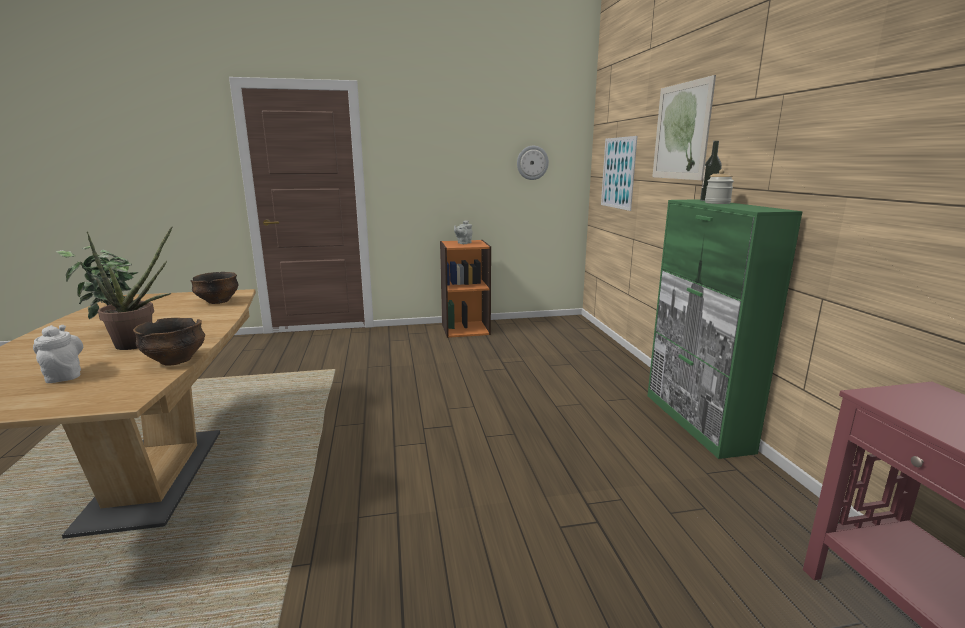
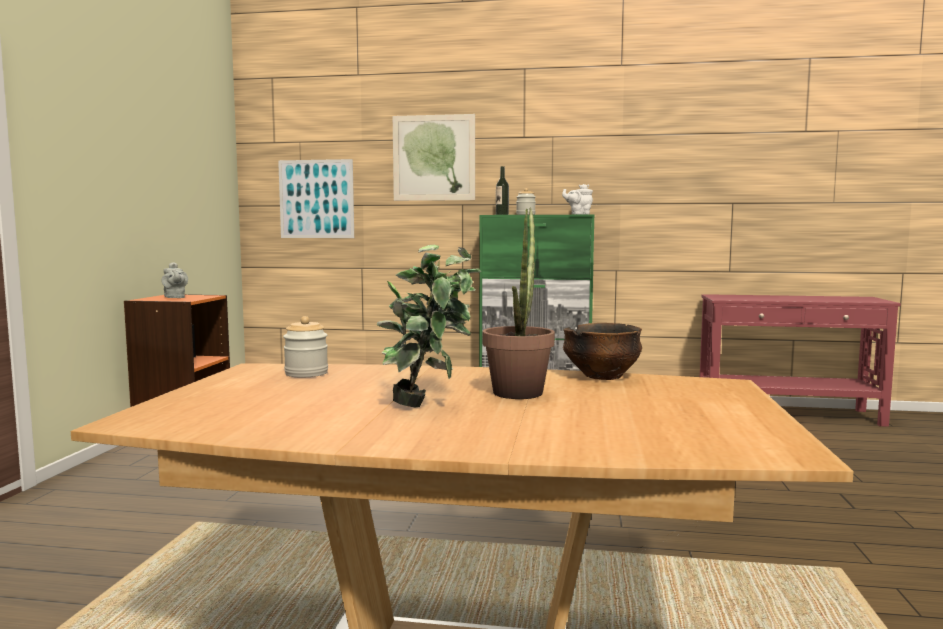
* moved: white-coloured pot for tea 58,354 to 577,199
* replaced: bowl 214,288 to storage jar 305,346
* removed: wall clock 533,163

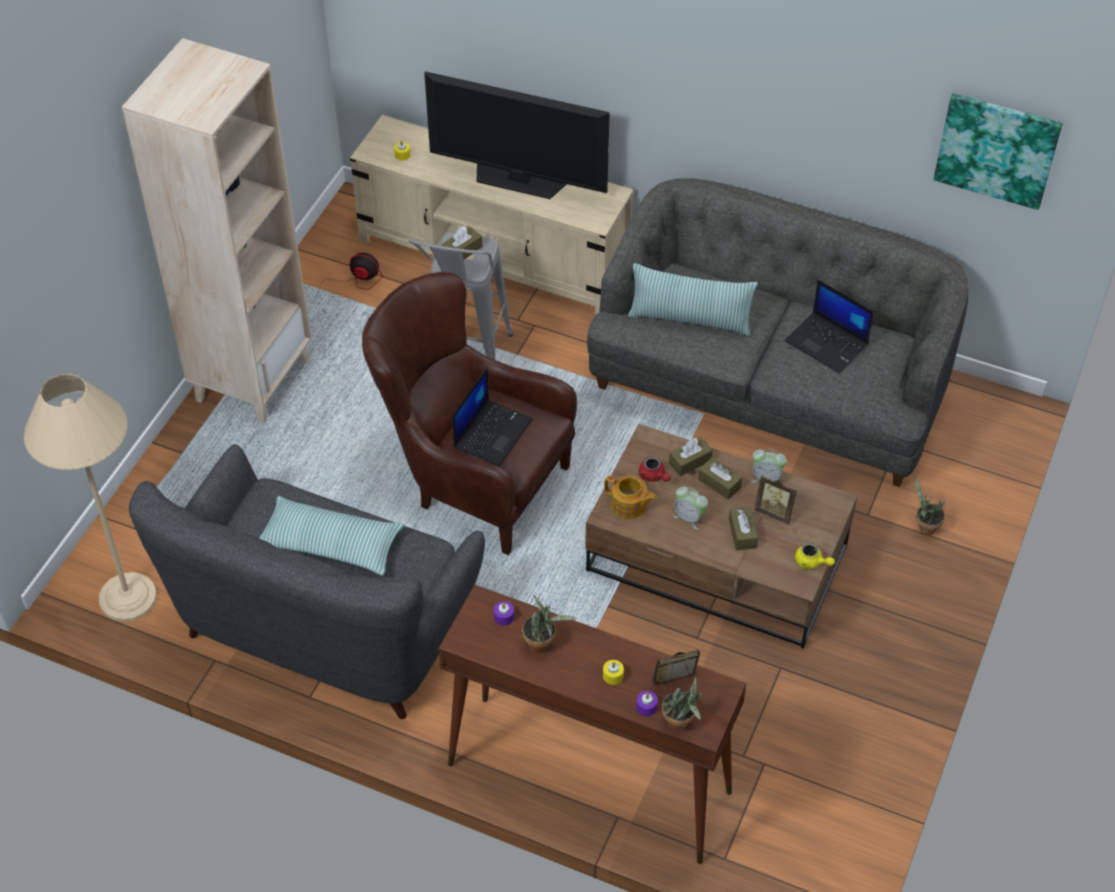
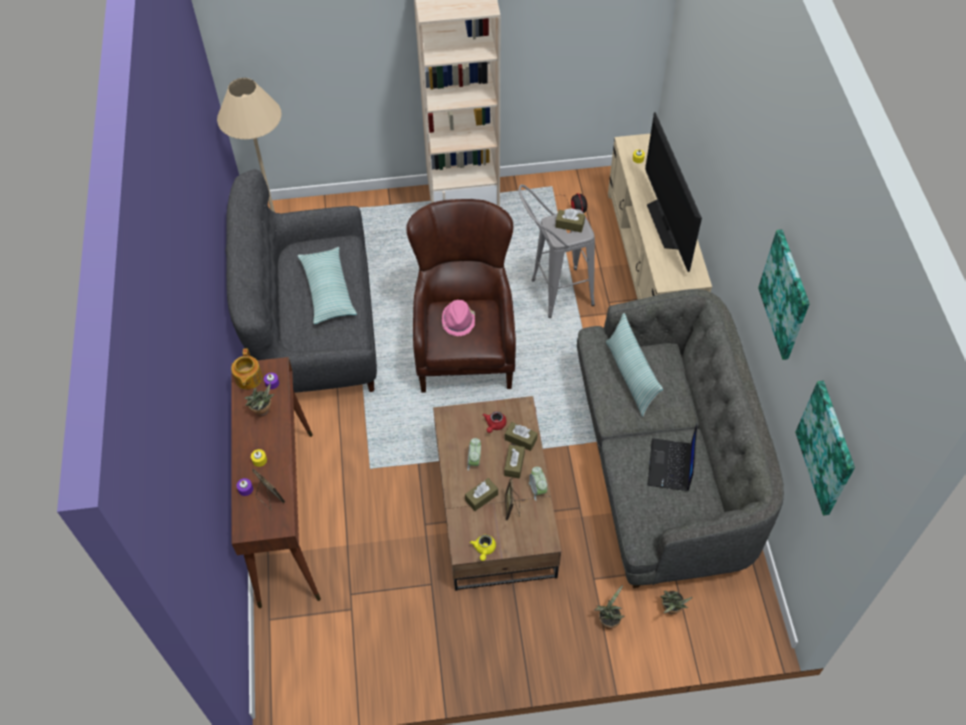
* replaced: notebook computer 492,417 to pinkish hat 458,318
* moved: pot for tea 630,498 to 247,368
* moved: plant in a pot 682,703 to 676,602
* added: wall picture 784,294

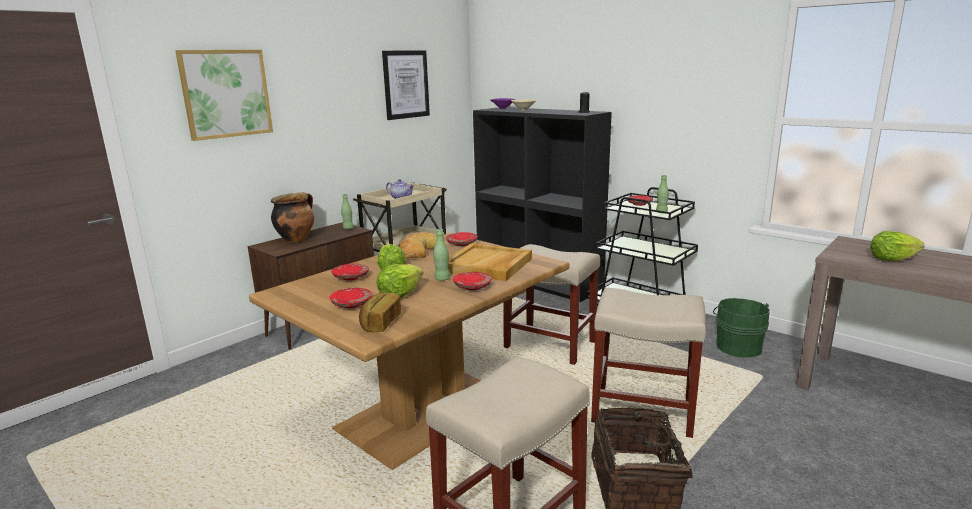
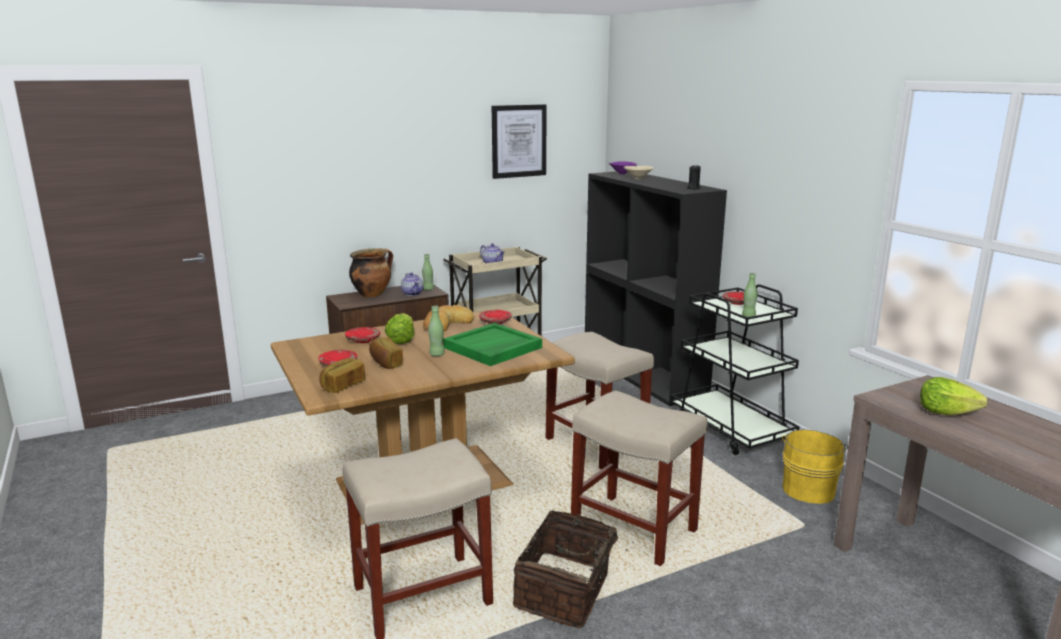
* removed: wall picture 224,95
* replaced: lettuce head 400,281 to bakery bread 386,353
* recoloured: sand-coloured carrying tray 490,262 to green-coloured carrying tray 492,344
* removed: red-coloured dinner plate 472,281
* recoloured: green-coloured pail 741,327 to yellow-coloured pail 815,466
* added: pot for tea 412,284

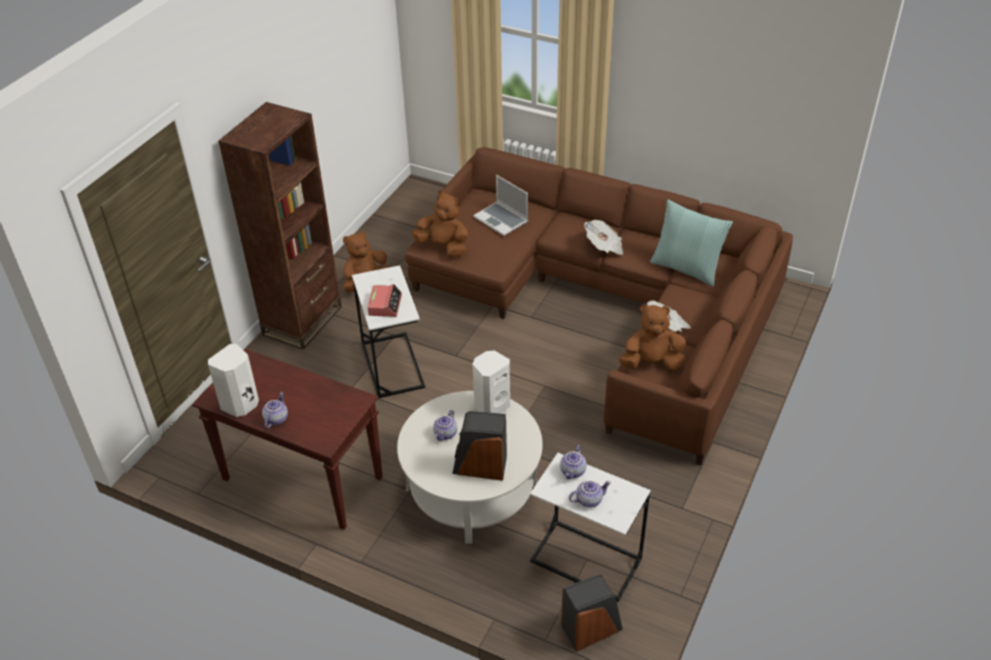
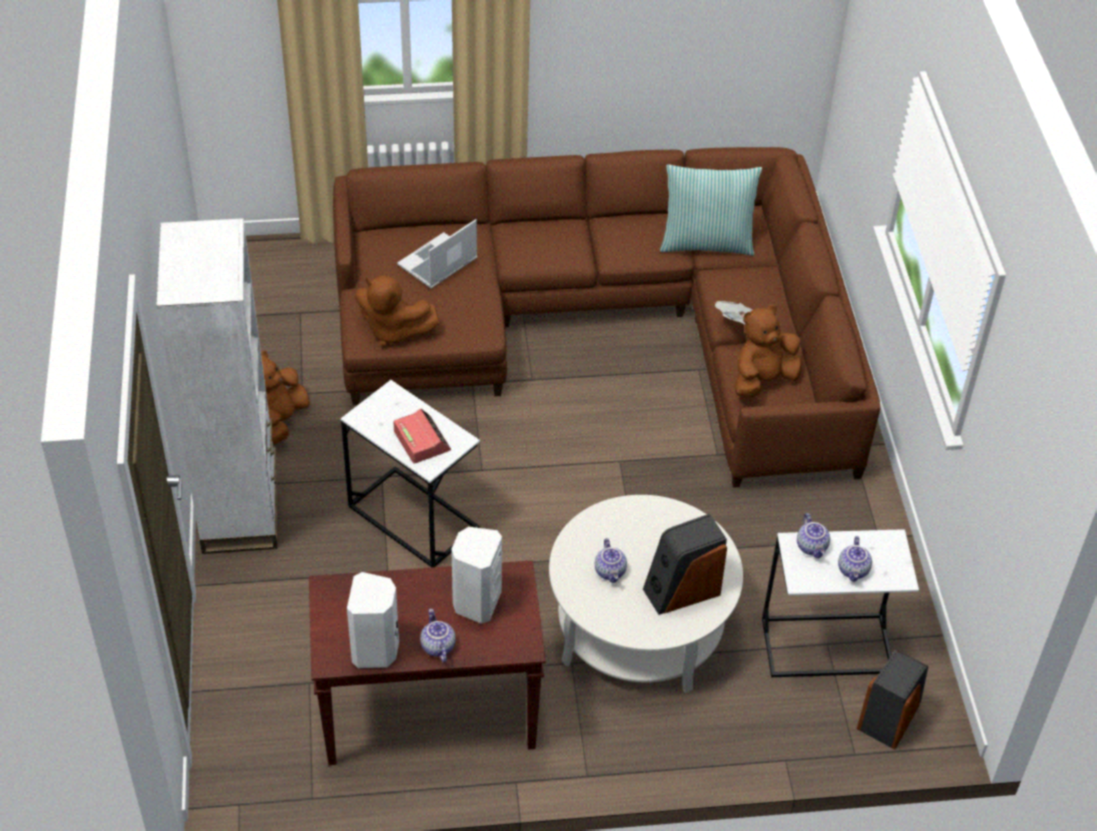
* recoloured: brown-coloured bookshelf 280,226 to white-coloured bookshelf 216,386
* turned: brown-coloured cuddly toy 440,224 = 397,311 150 degrees counterclockwise
* turned: notebook computer 500,205 = 437,253 120 degrees clockwise
* moved: white-coloured speaker 491,381 to 476,575
* turned: pot for tea 590,494 = 855,559 150 degrees clockwise
* removed: newspaper 603,237

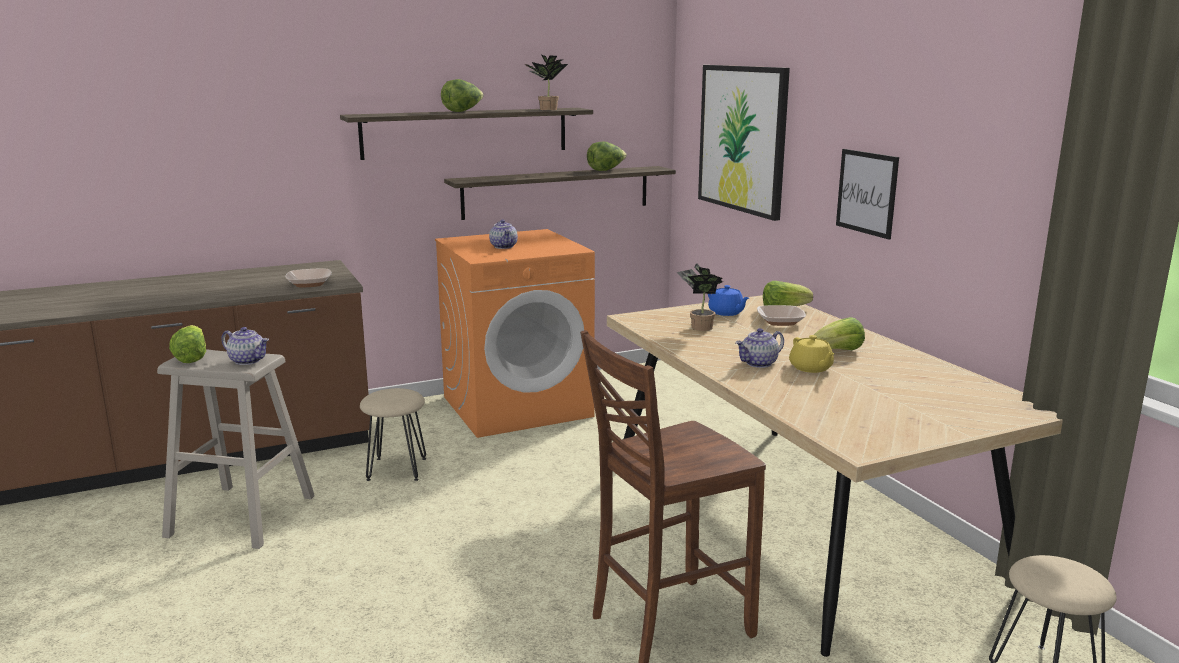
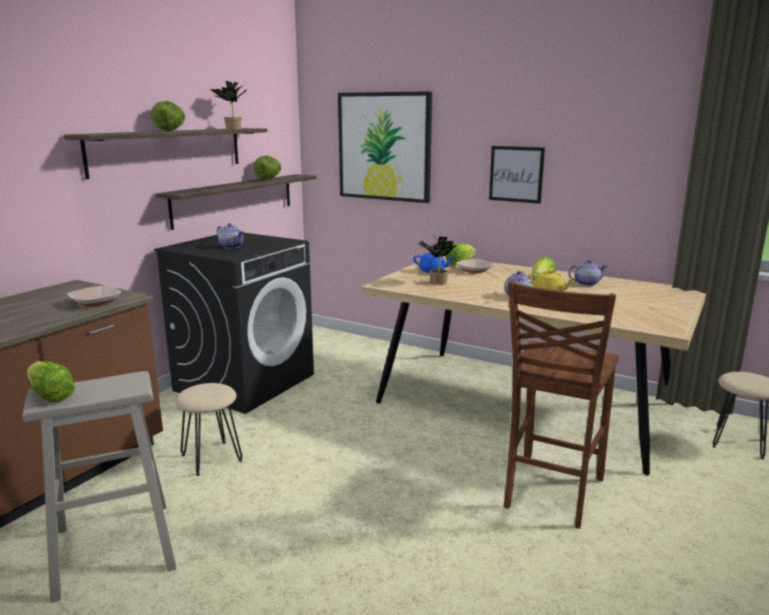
* moved: pot for tea 245,346 to 588,273
* recoloured: orangey laundry machine 515,333 to blackish laundry machine 234,323

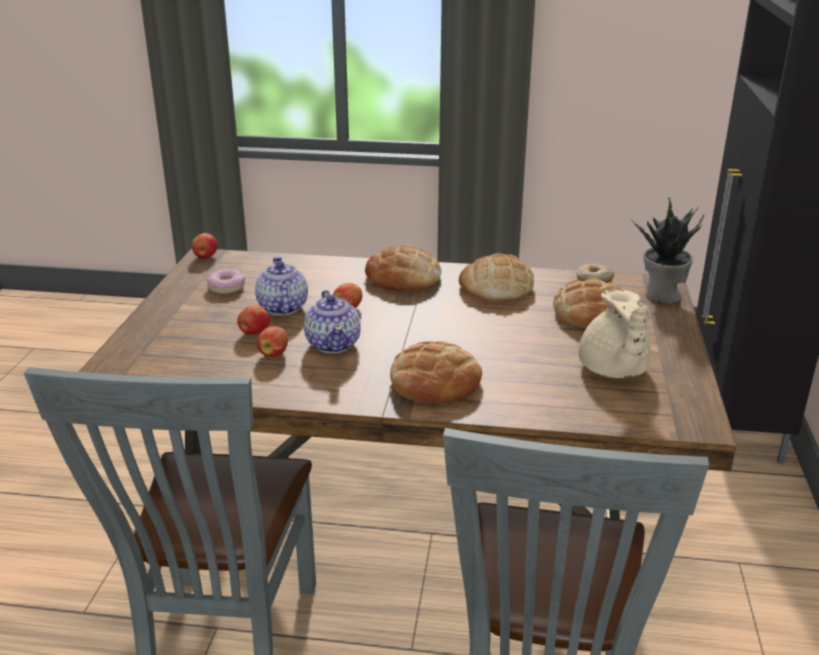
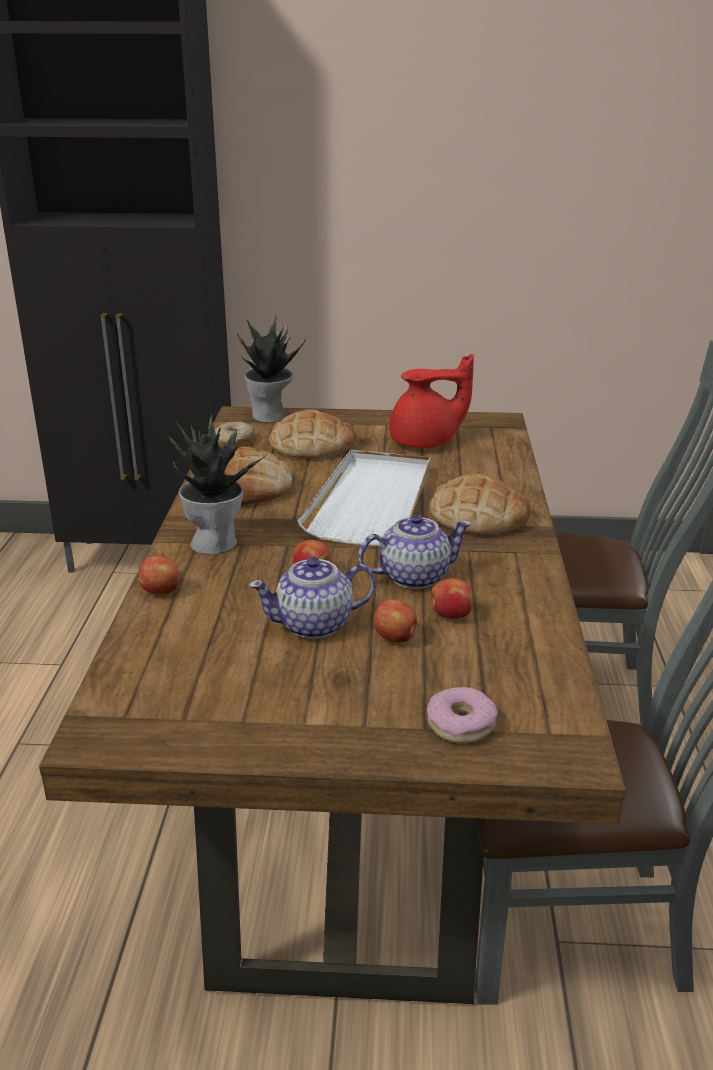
* moved: whole apple 205,245 to 159,575
* moved: donut 226,281 to 462,715
* replaced: bakery bread 403,268 to plant in a pot 216,484
* recoloured: sand-coloured pot for tea 615,333 to red-coloured pot for tea 431,401
* added: white-coloured carrying tray 363,498

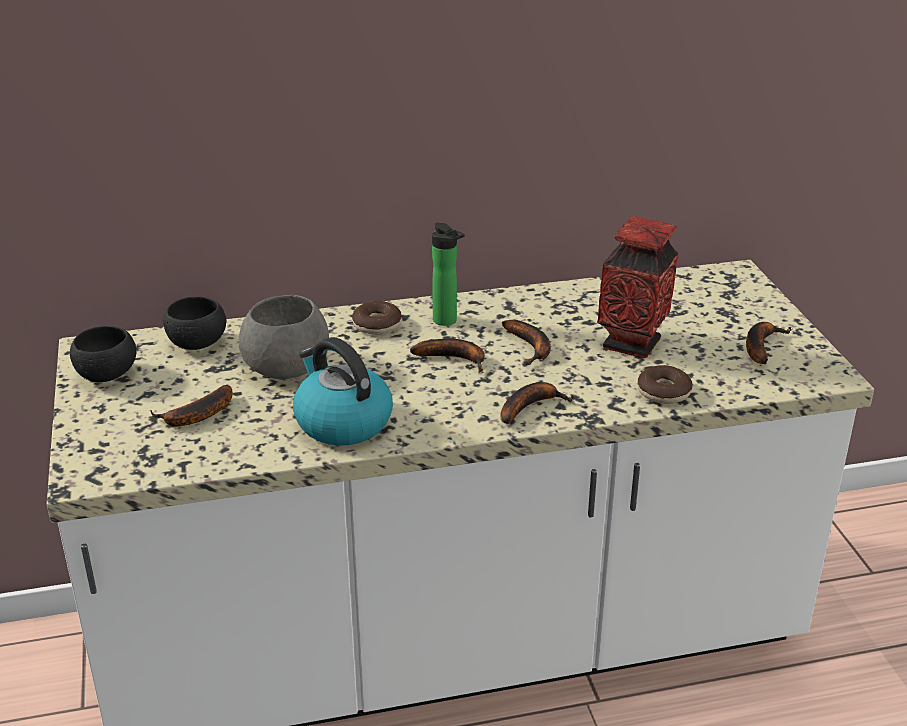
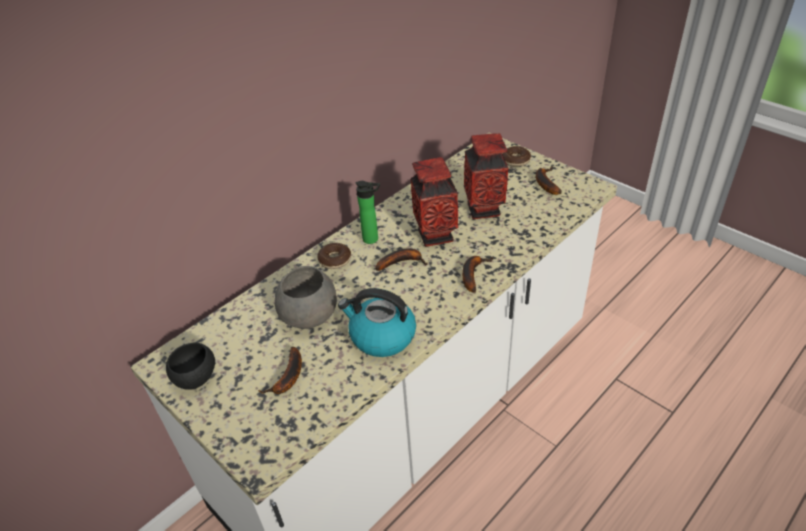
* removed: blackish bowl 194,323
* replaced: banana fruit 526,342 to flower vase 434,201
* moved: donut 665,384 to 517,156

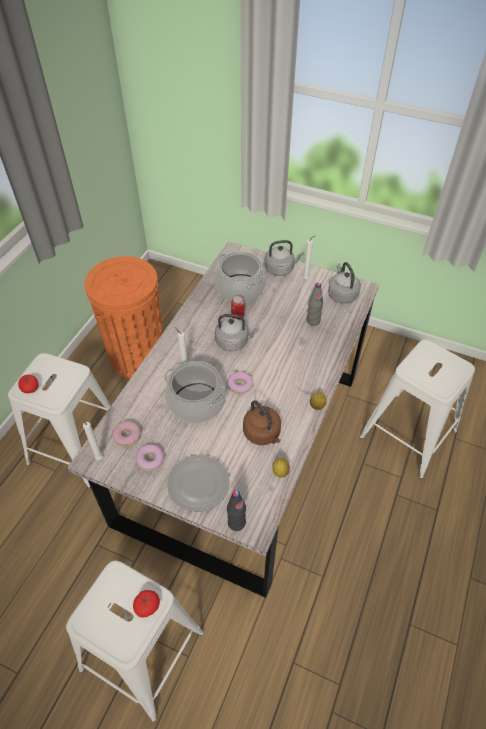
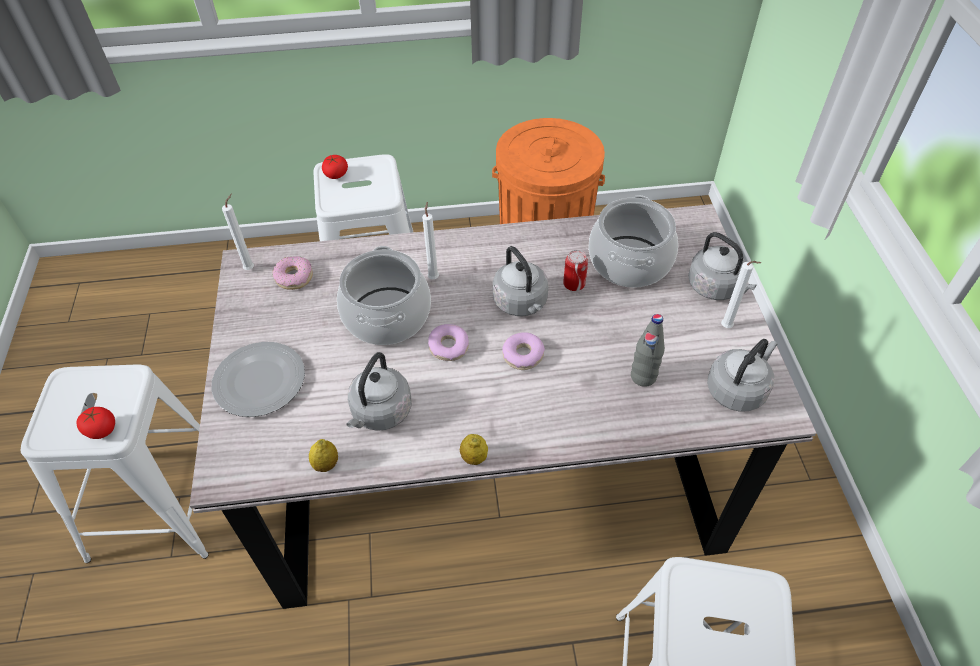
* moved: donut 150,457 to 524,351
* removed: blackish drink bottle 236,510
* recoloured: brown-coloured water kettle 262,422 to greyish water kettle 379,391

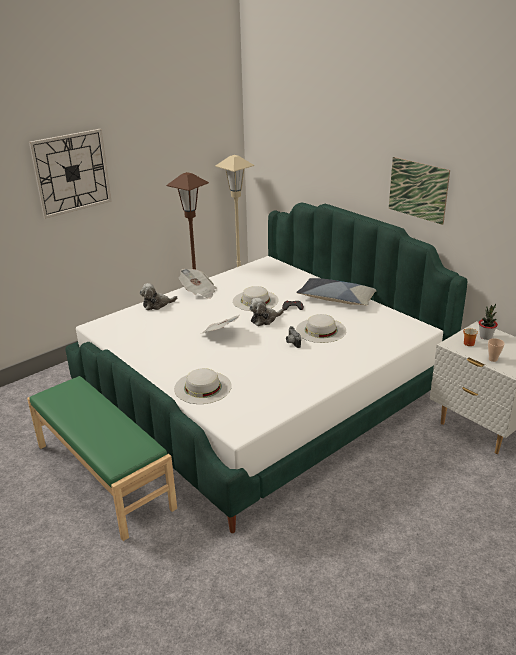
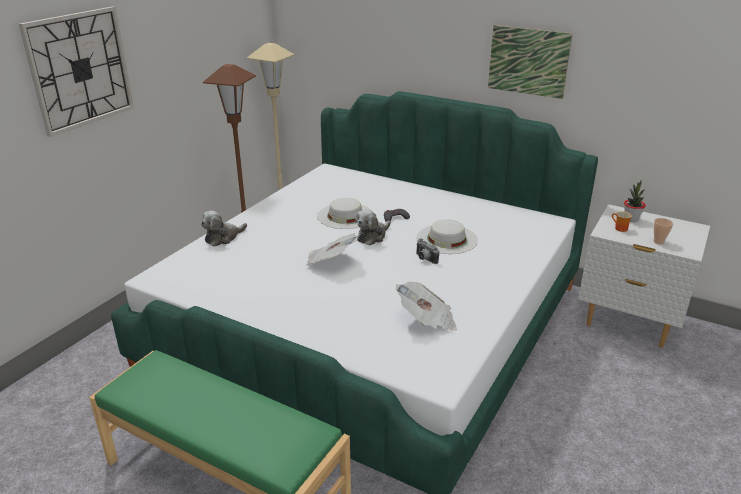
* removed: white-coloured hat 203,386
* moved: newspaper 198,284 to 426,306
* removed: throw pillow 336,292

